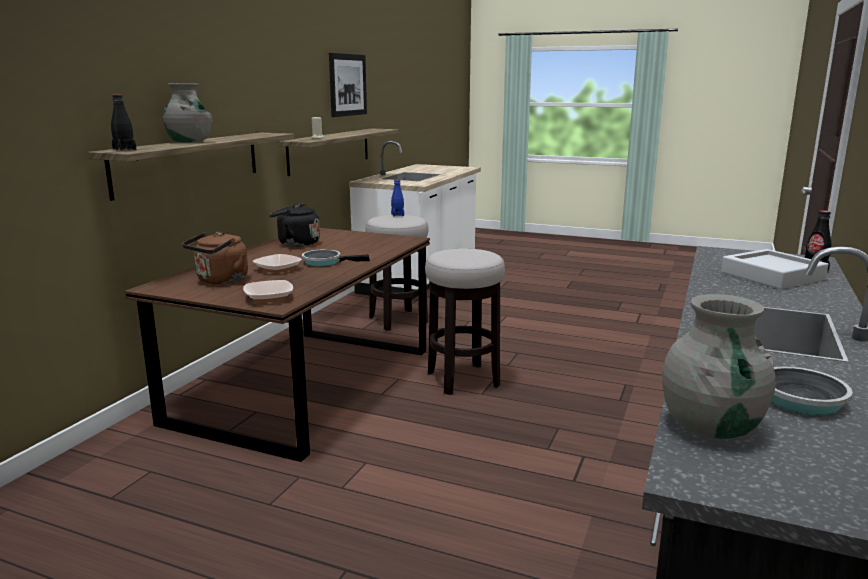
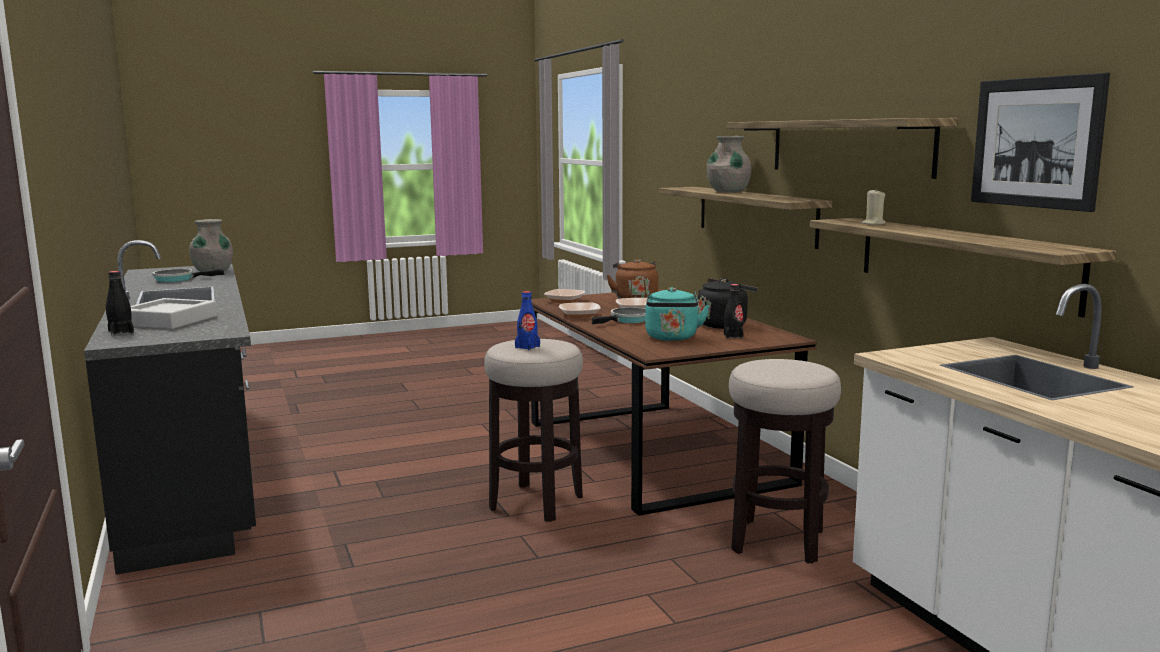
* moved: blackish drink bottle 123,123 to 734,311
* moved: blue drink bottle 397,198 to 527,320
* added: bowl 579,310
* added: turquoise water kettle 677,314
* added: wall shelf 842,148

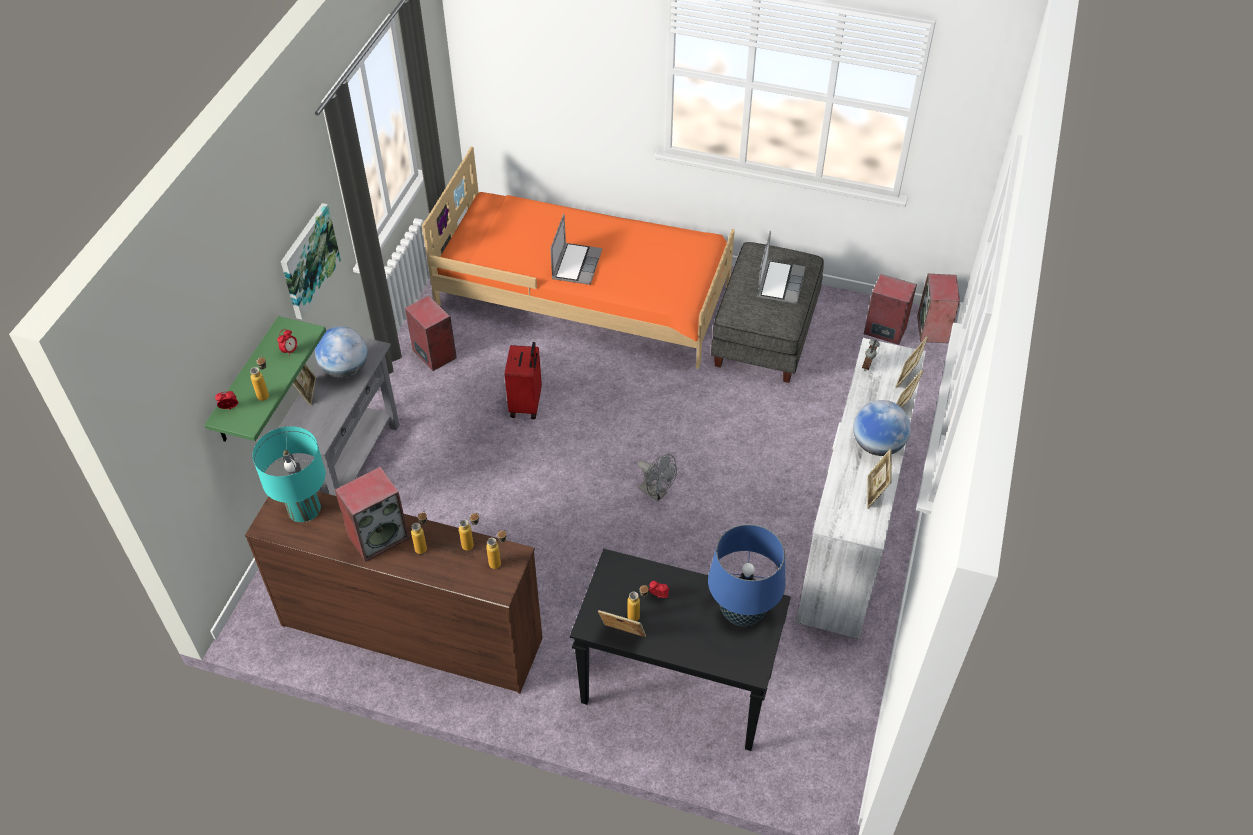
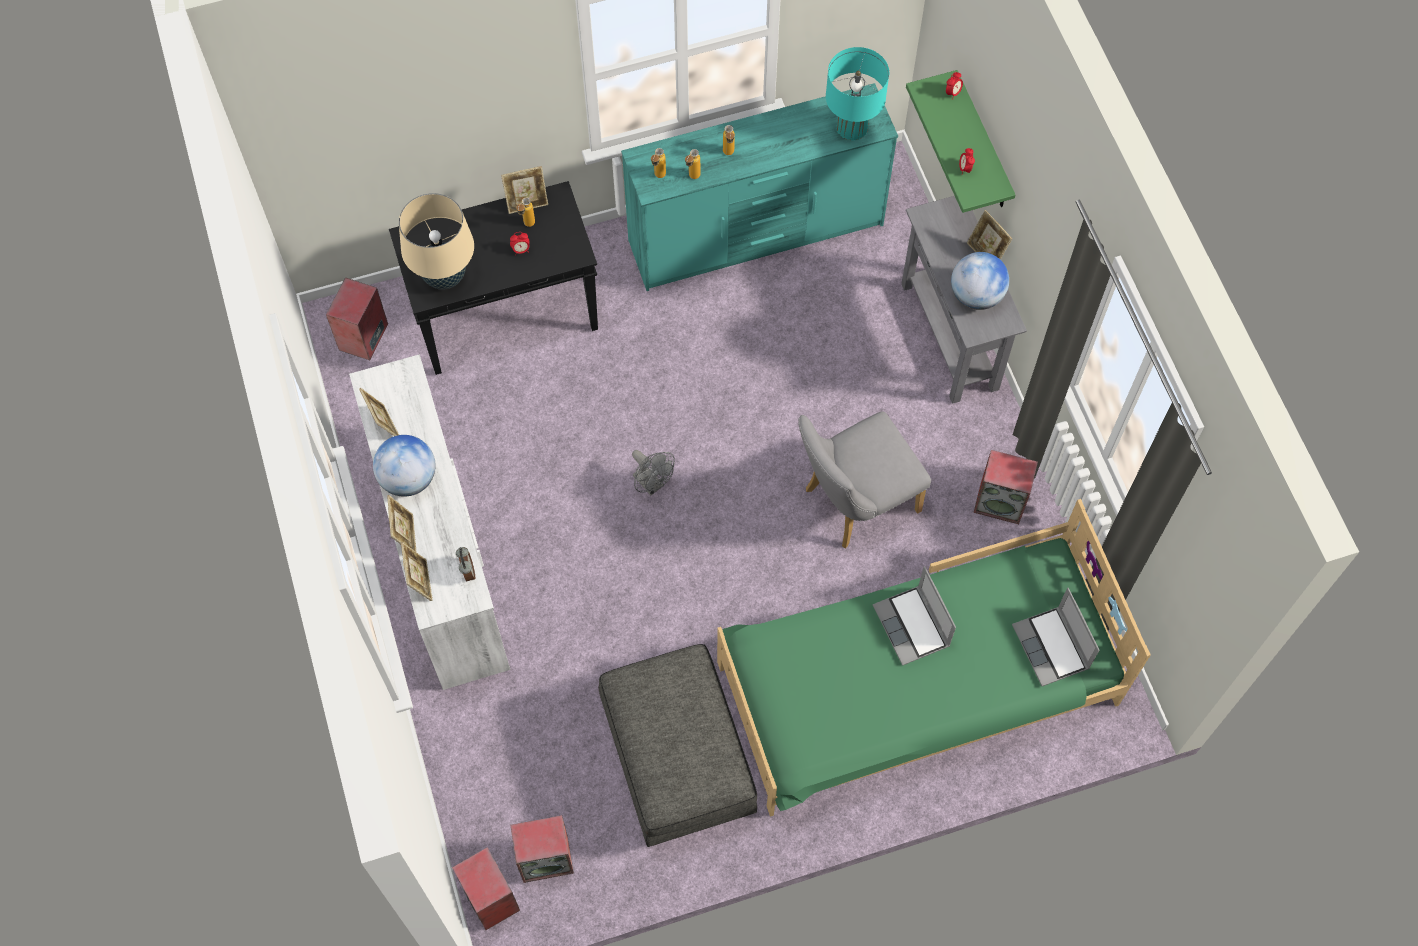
* recoloured: brown-coloured dresser 393,592 to turquoise dresser 759,187
* removed: drink bottle 259,378
* removed: wall picture 311,261
* moved: speaker 372,514 to 357,318
* recoloured: orangey bed 578,257 to green-coloured bed 934,658
* replaced: red-coloured suitcase 523,380 to greyish upright chair 864,479
* turned: greyish cooling fan 657,478 = 653,472 135 degrees counterclockwise
* recoloured: blue tabletop lamp 746,575 to sand-coloured tabletop lamp 436,241
* moved: notebook computer 781,267 to 1055,637

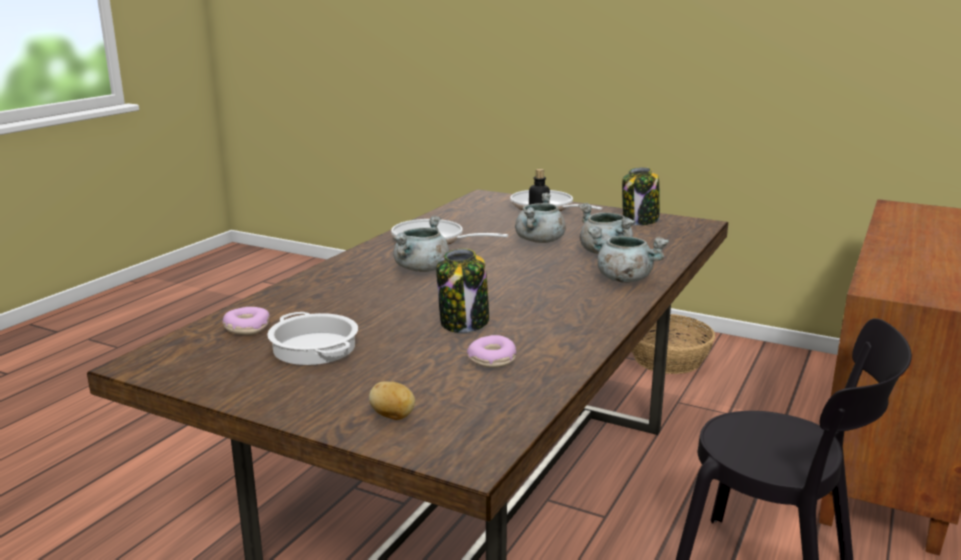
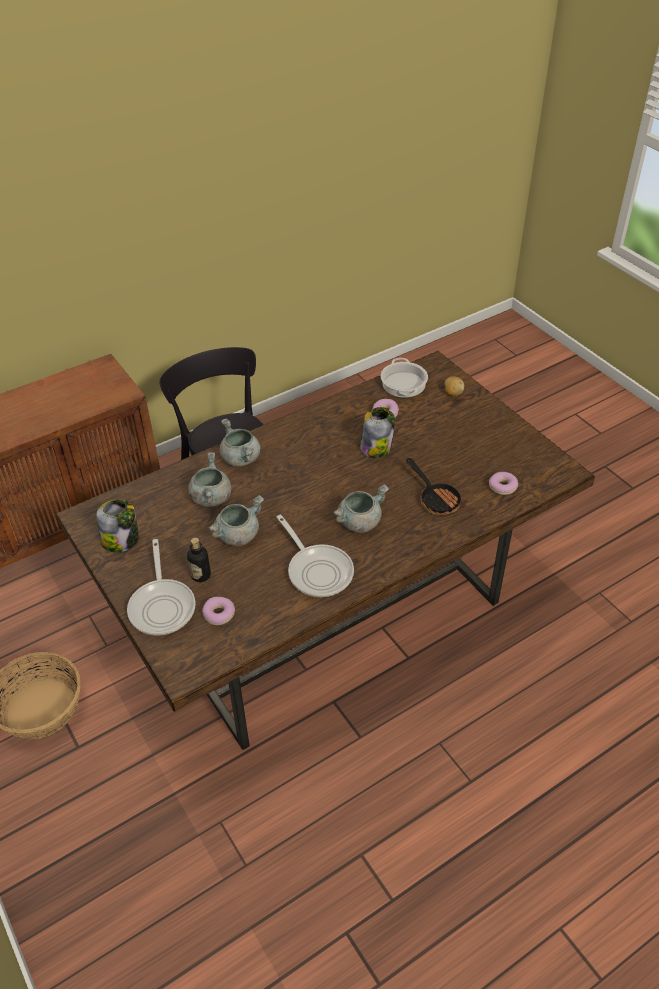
* moved: cooking pot 312,338 to 404,378
* added: donut 218,611
* added: pan 434,486

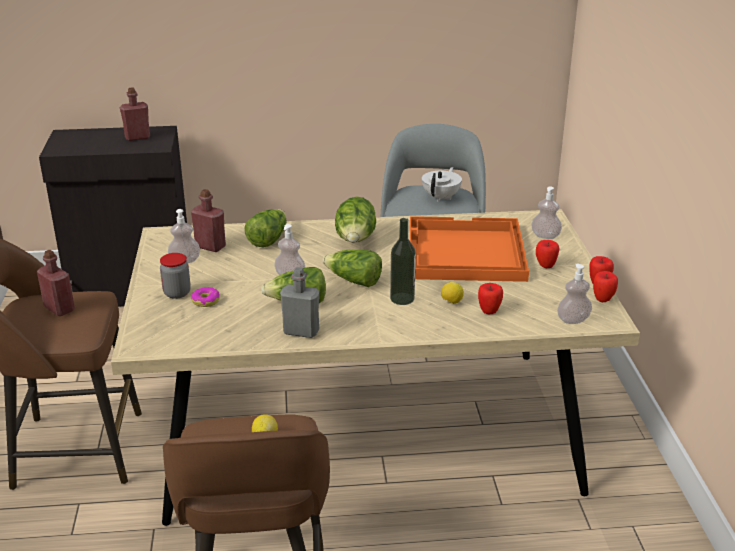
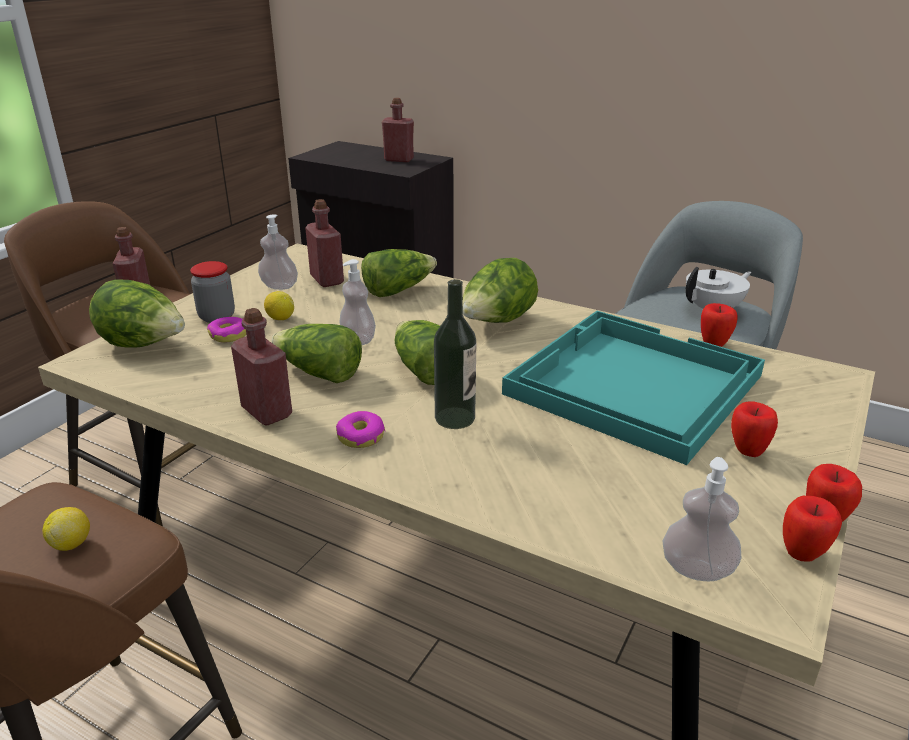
* recoloured: greyish drink bottle 299,302 to red-coloured drink bottle 261,366
* recoloured: orangey carrying tray 469,249 to turquoise carrying tray 633,388
* moved: lemon 452,293 to 279,305
* moved: whole apple 490,298 to 719,325
* removed: soap bottle 546,212
* added: lettuce head 137,314
* added: donut 360,429

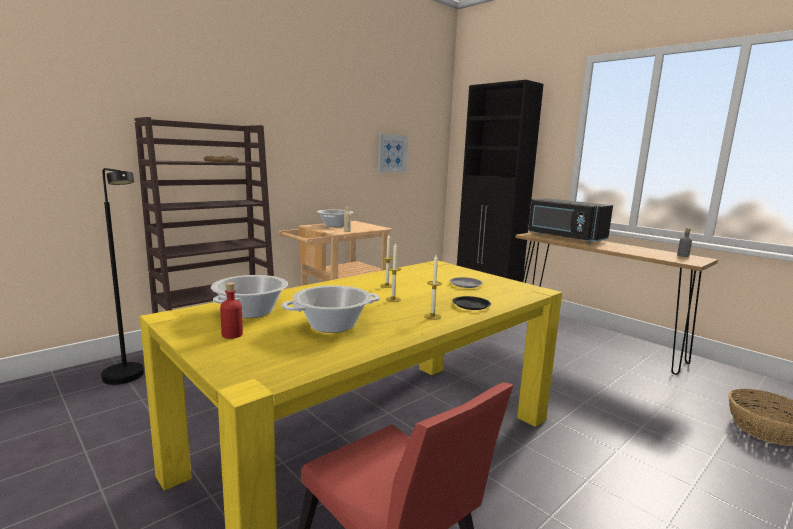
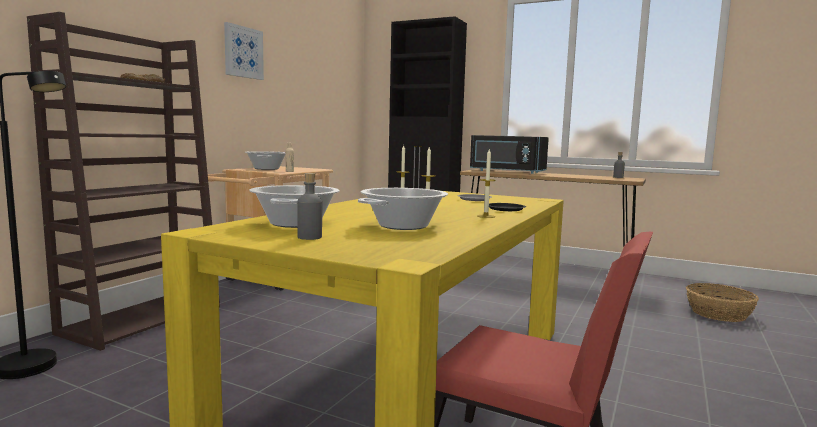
* recoloured: red-coloured drink bottle 231,310 to greyish drink bottle 309,206
* moved: wall picture 393,153 to 244,51

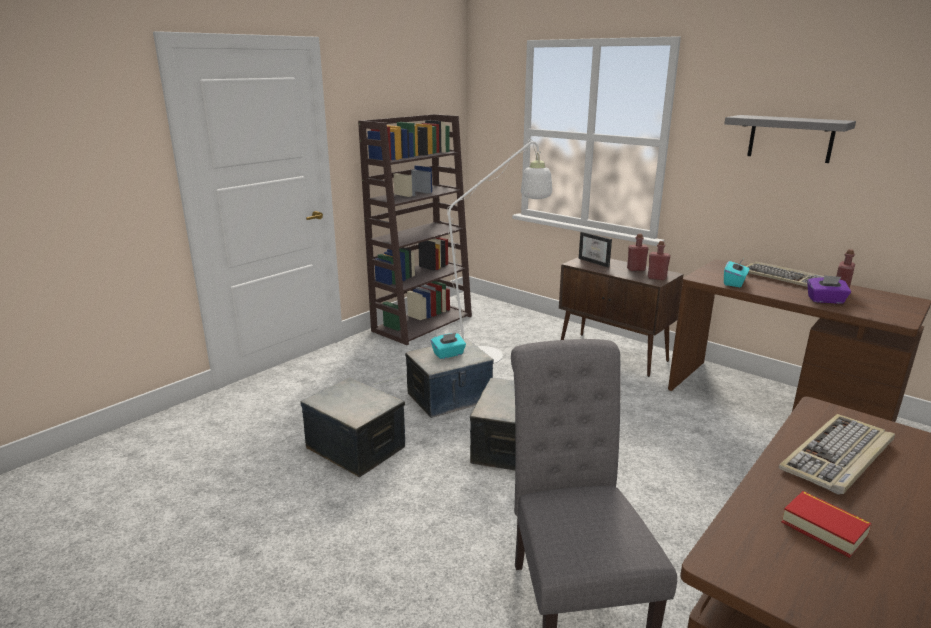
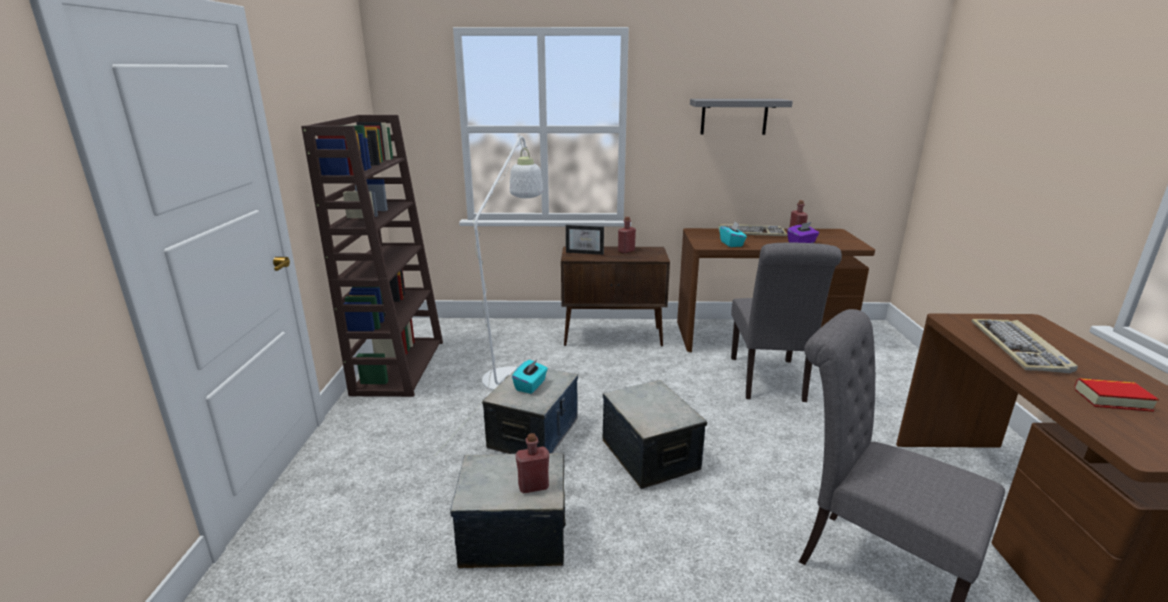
* moved: red-coloured drink bottle 659,260 to 532,463
* added: greyish upright chair 786,322

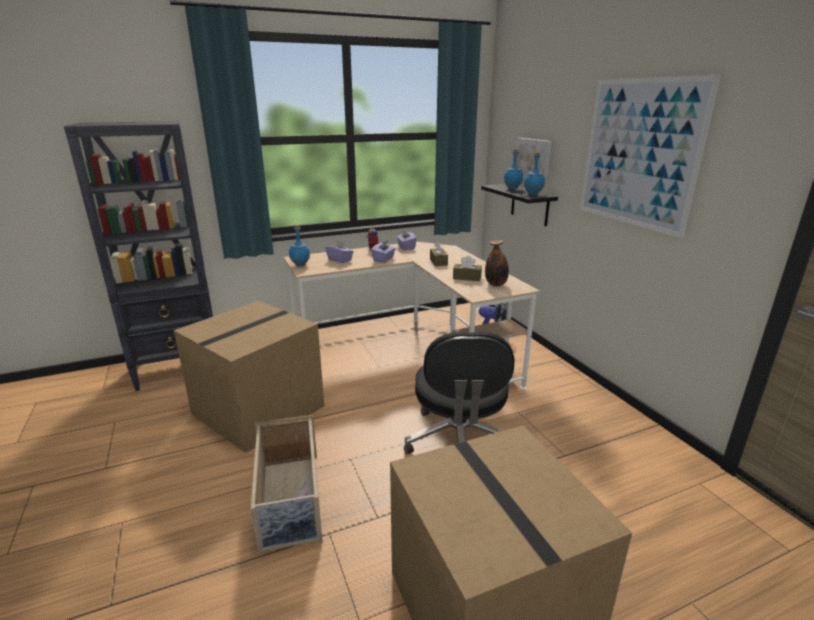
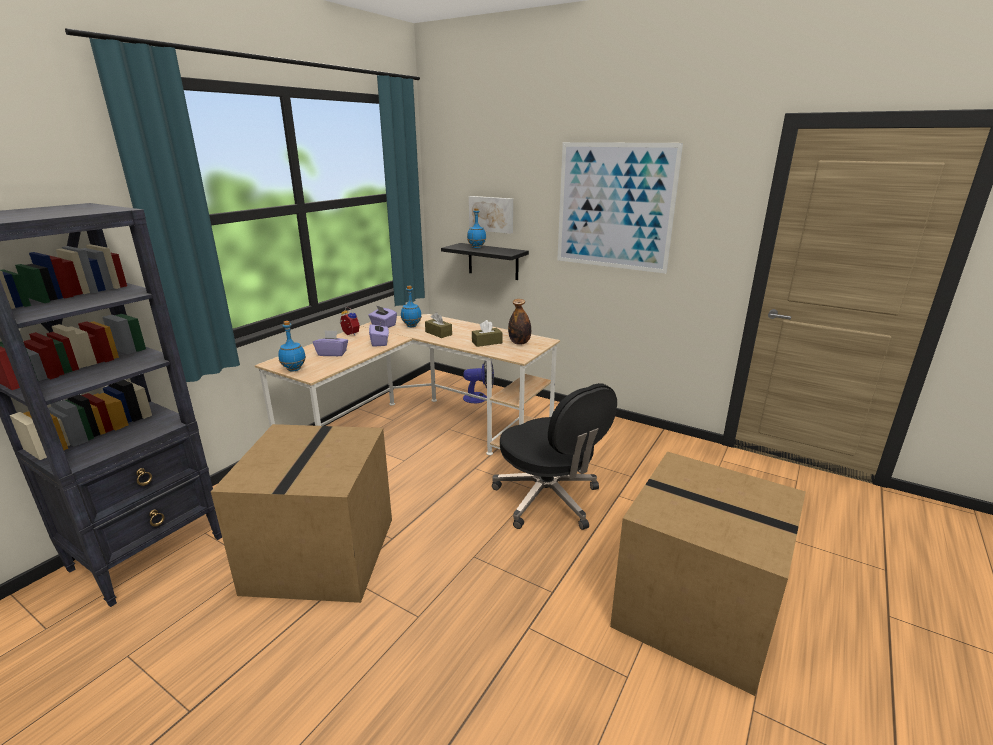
* removed: sand-coloured storage box 287,485
* moved: blue drink bottle 534,173 to 411,306

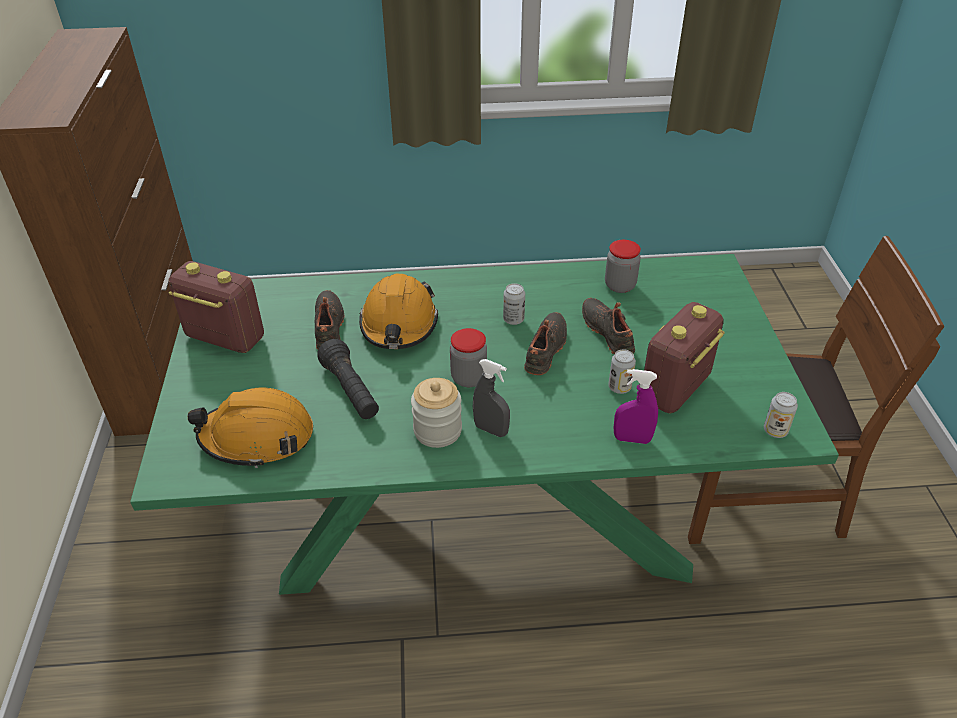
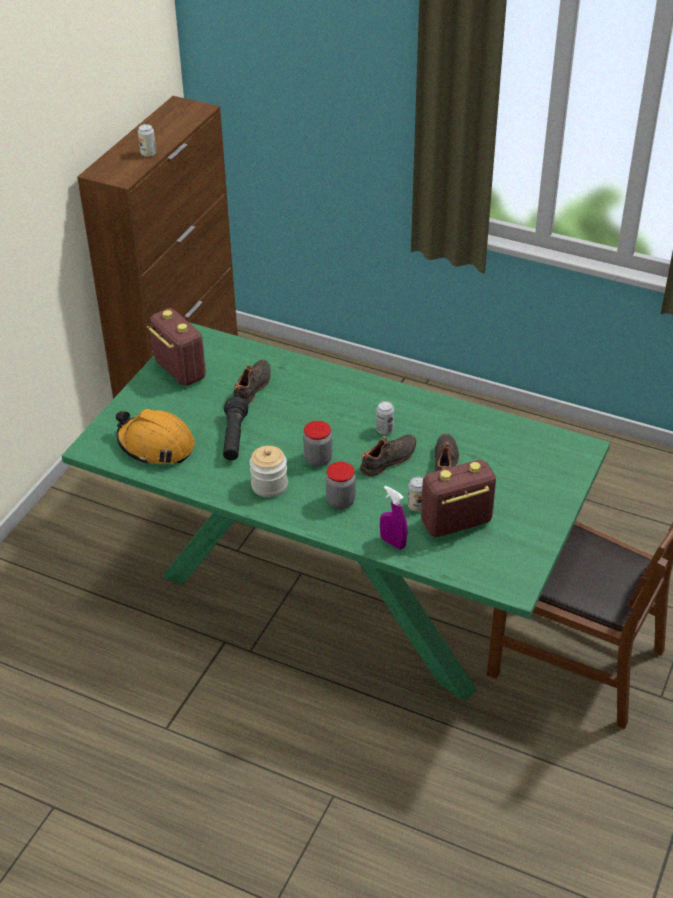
* removed: orangey safety helmet 398,311
* removed: greyish hand sprayer 491,398
* moved: storage jar 623,266 to 341,485
* moved: sealed can 781,415 to 147,140

